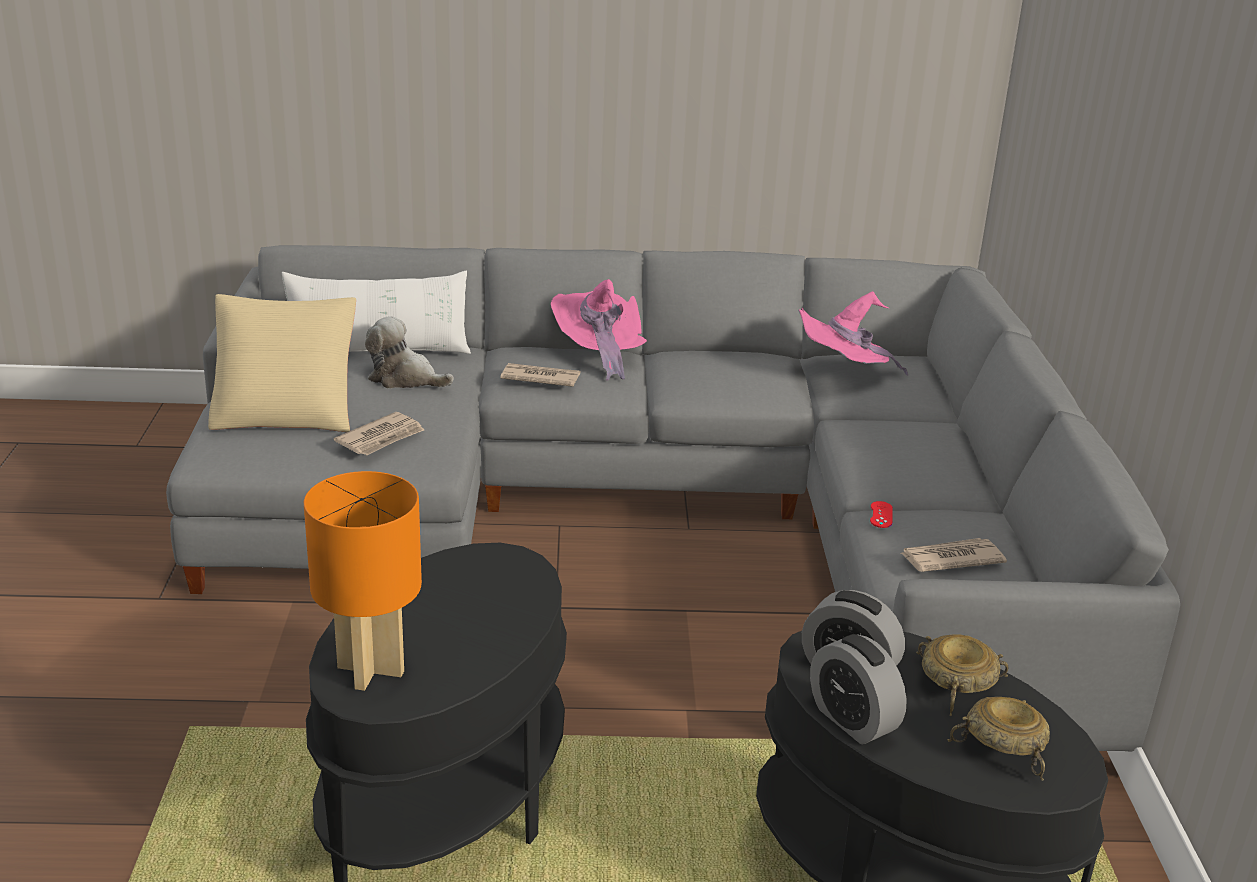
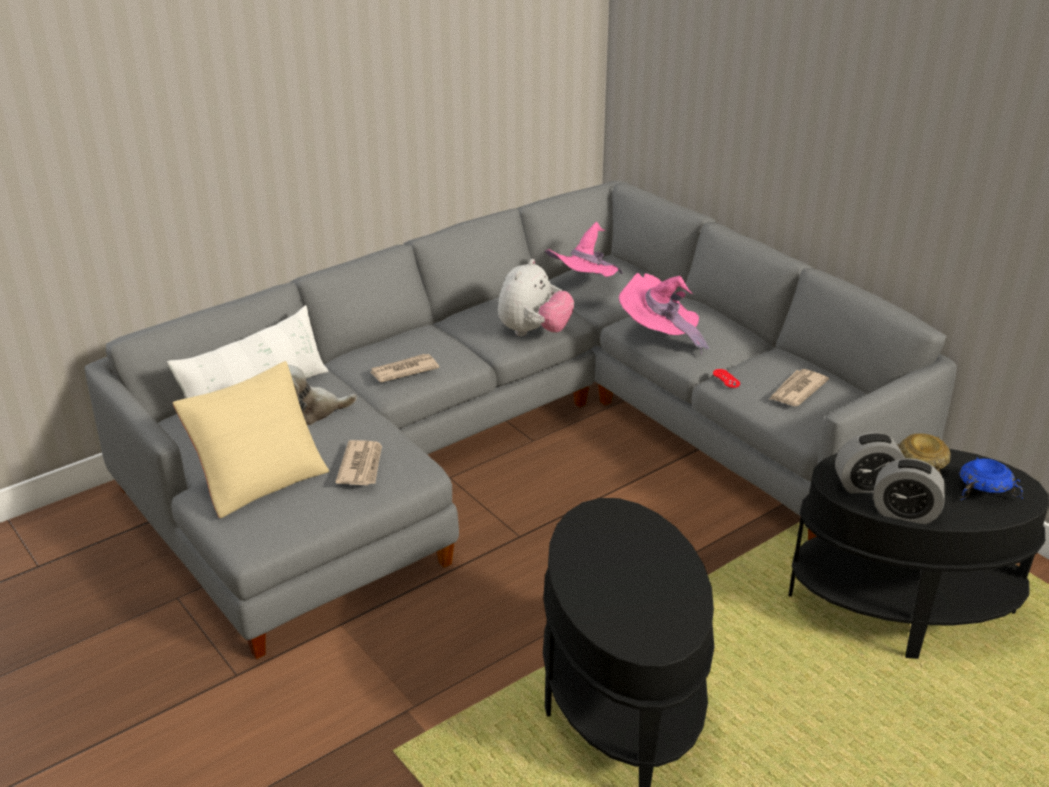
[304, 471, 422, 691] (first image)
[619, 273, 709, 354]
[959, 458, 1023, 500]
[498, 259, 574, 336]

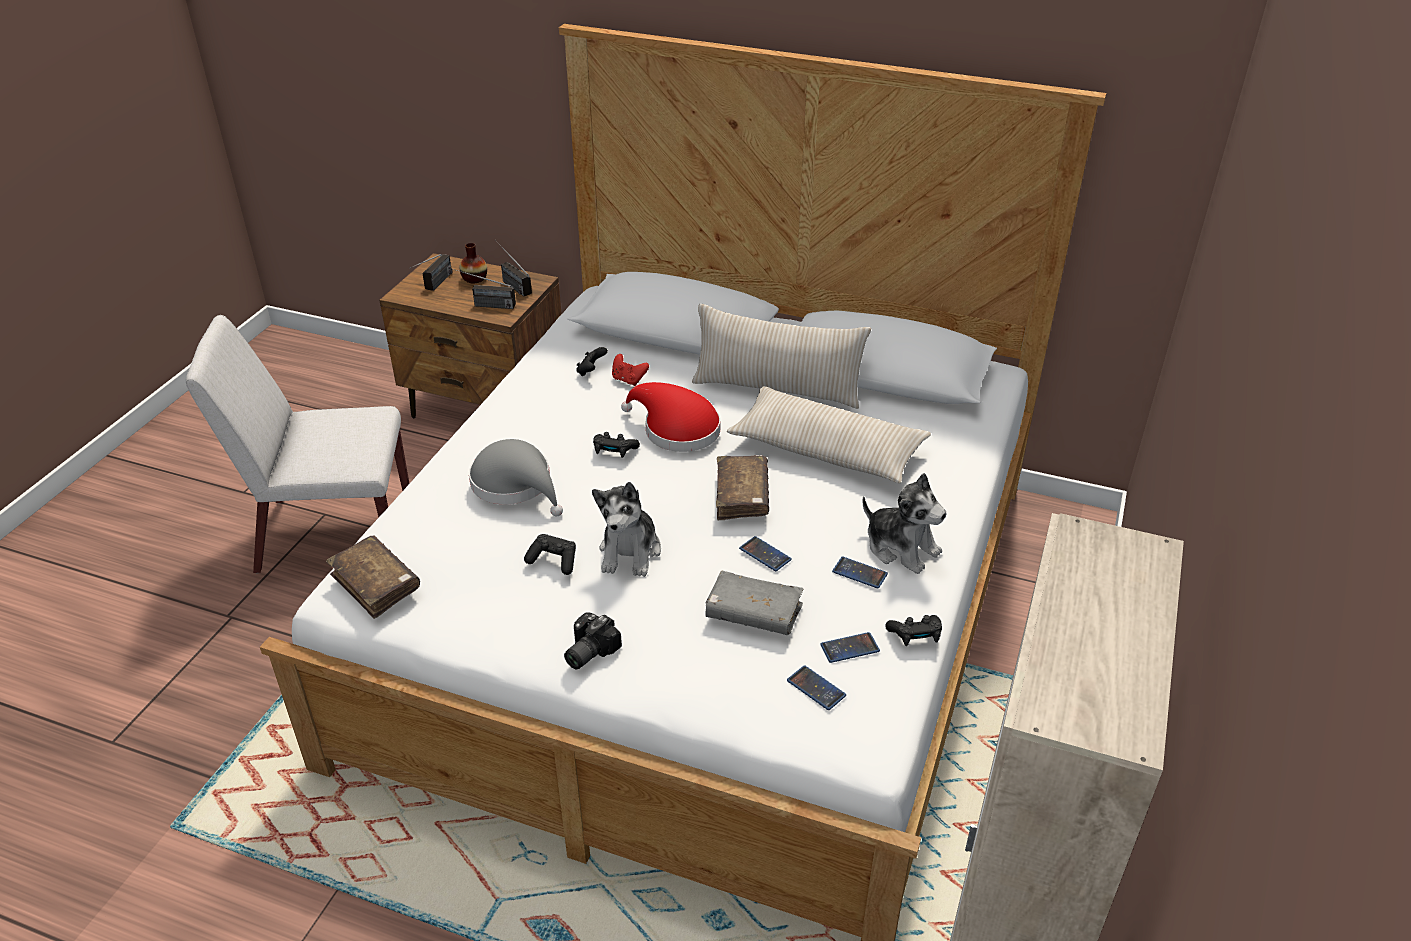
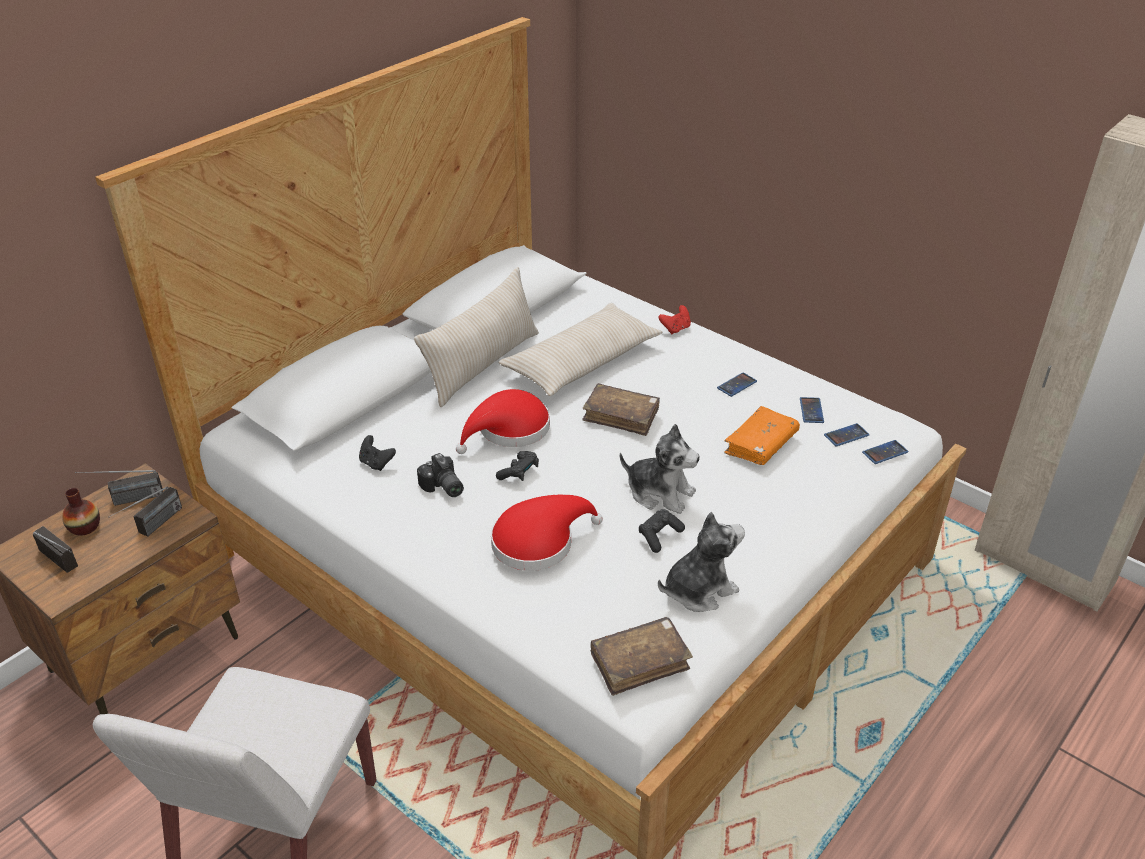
[491, 495, 603, 571]
[417, 453, 464, 497]
[658, 305, 691, 334]
[724, 406, 800, 465]
[862, 440, 908, 464]
[658, 512, 745, 612]
[885, 615, 942, 646] (first image)

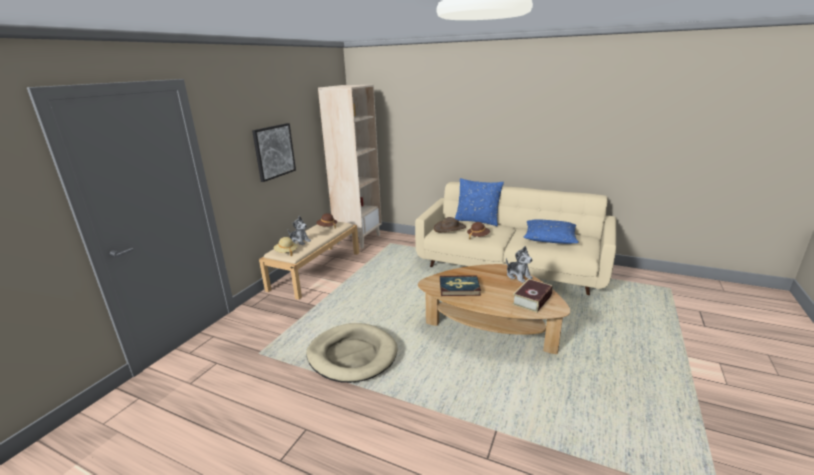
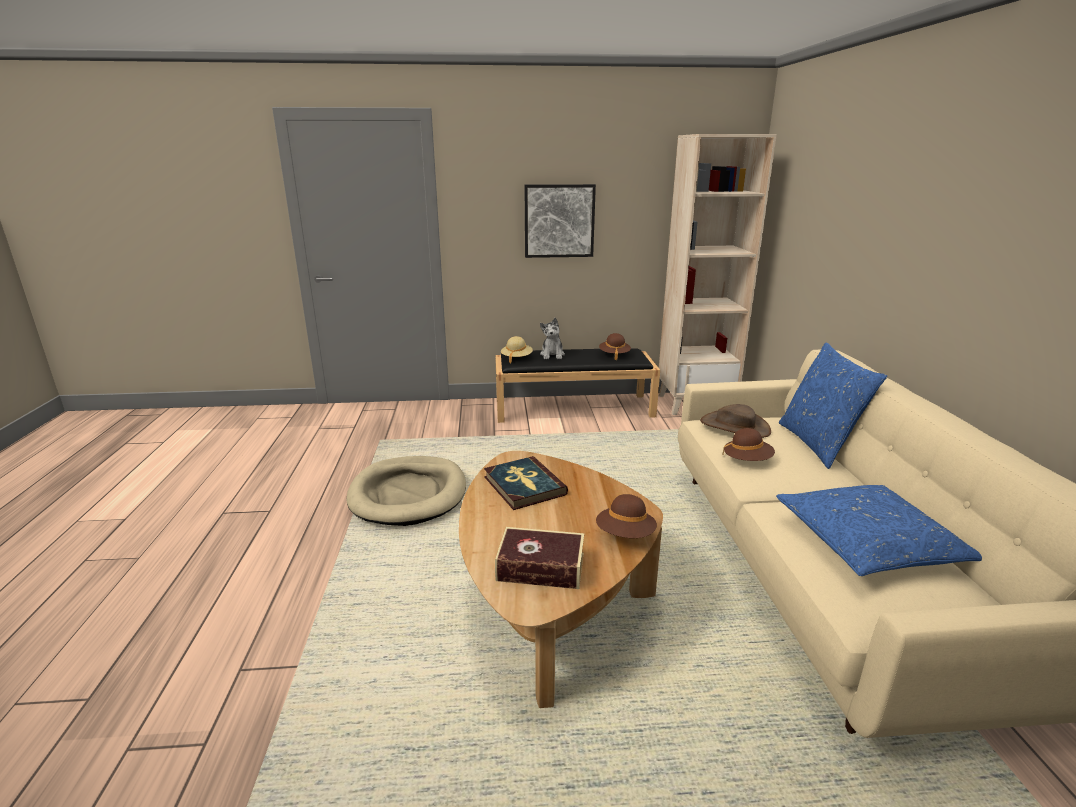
[495, 348, 660, 423]
[596, 494, 657, 538]

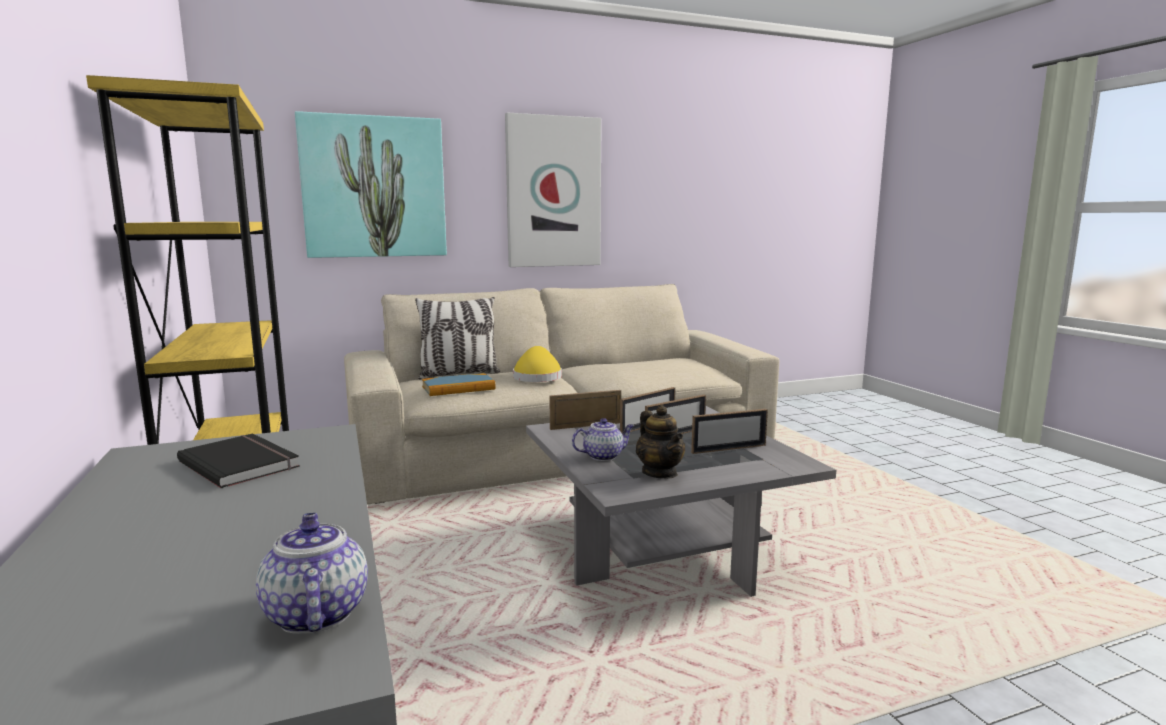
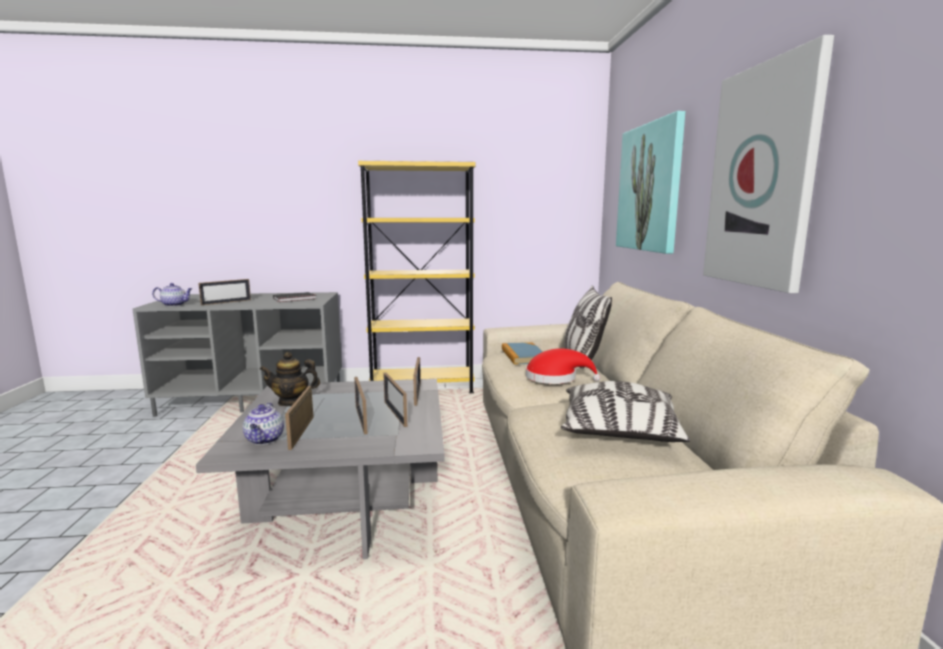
[526, 348, 601, 384]
[243, 402, 284, 445]
[198, 279, 251, 305]
[561, 381, 690, 442]

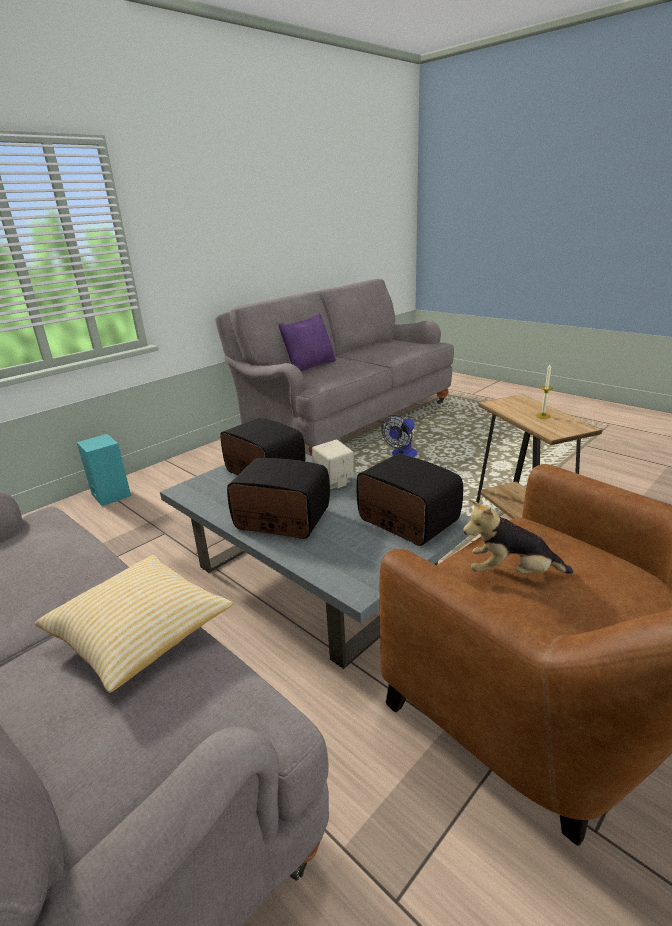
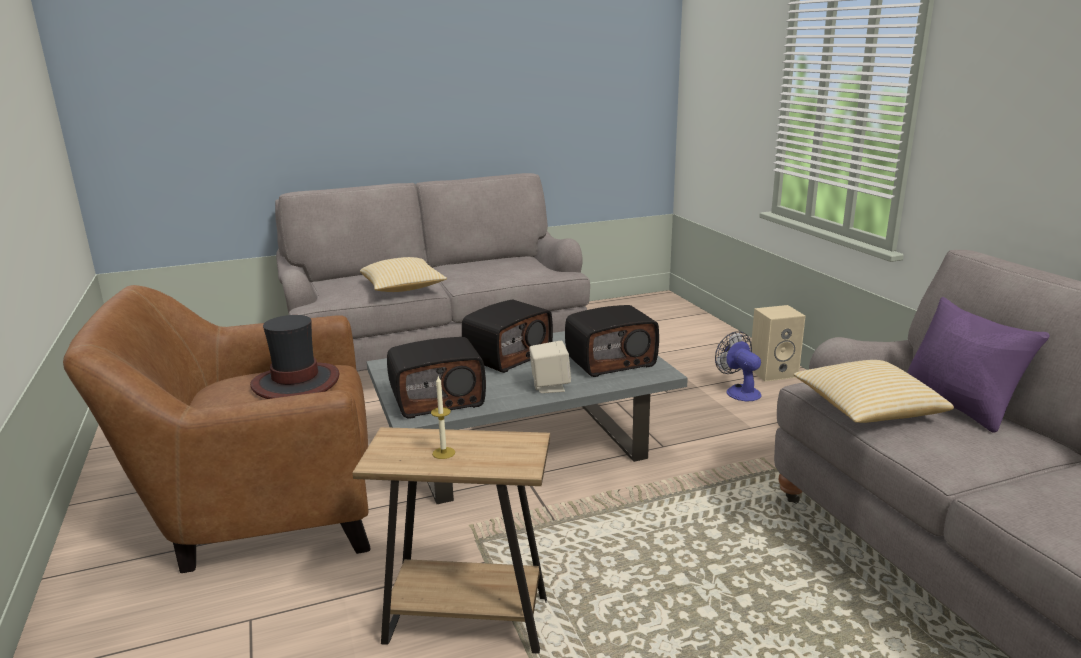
[751, 305, 805, 382]
[715, 331, 761, 401]
[250, 315, 339, 399]
[794, 360, 954, 423]

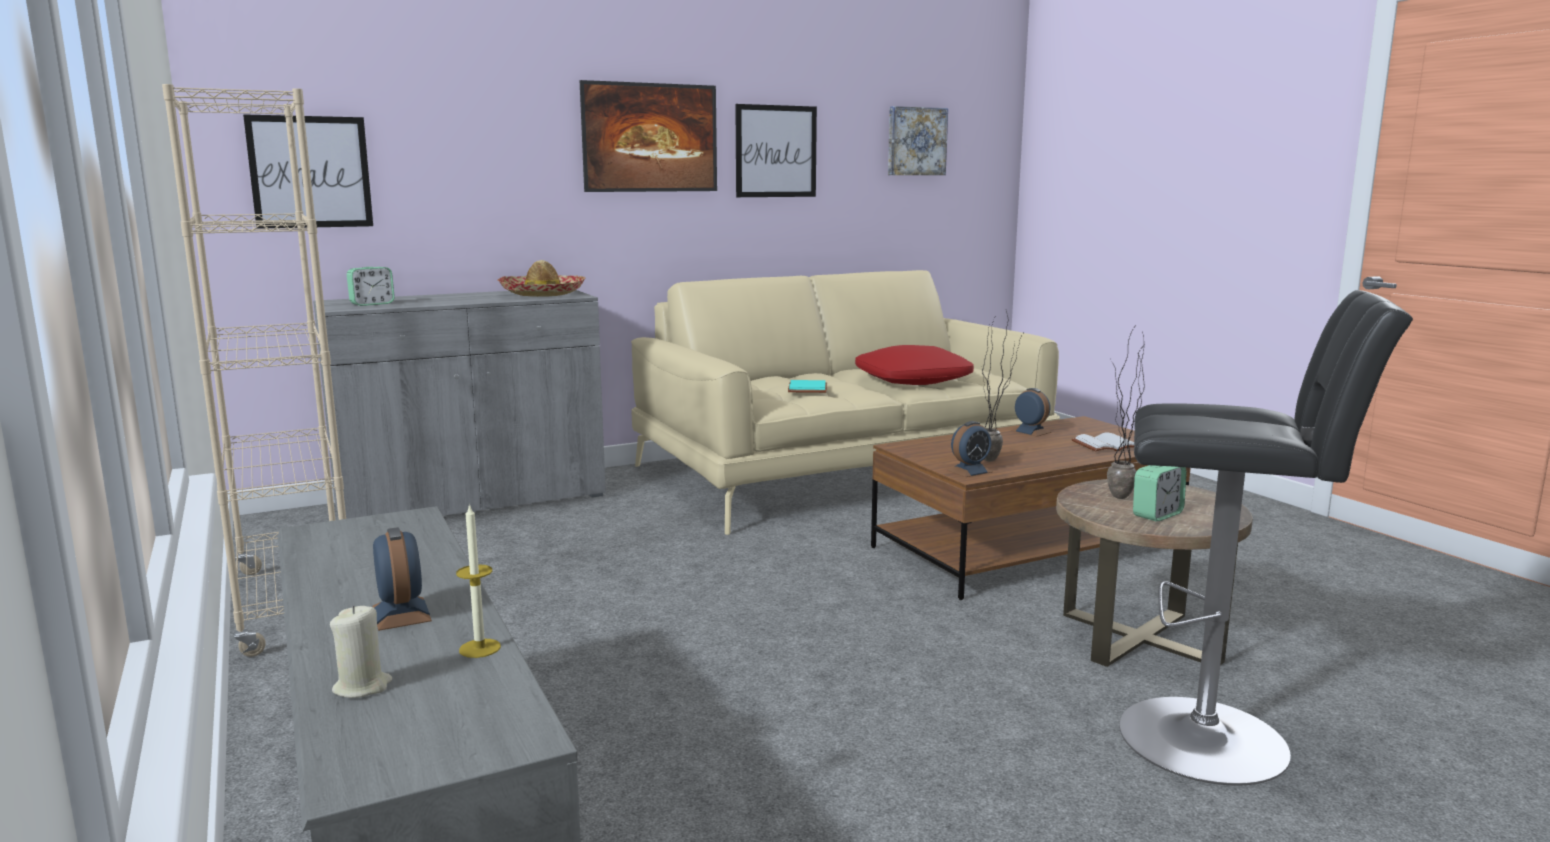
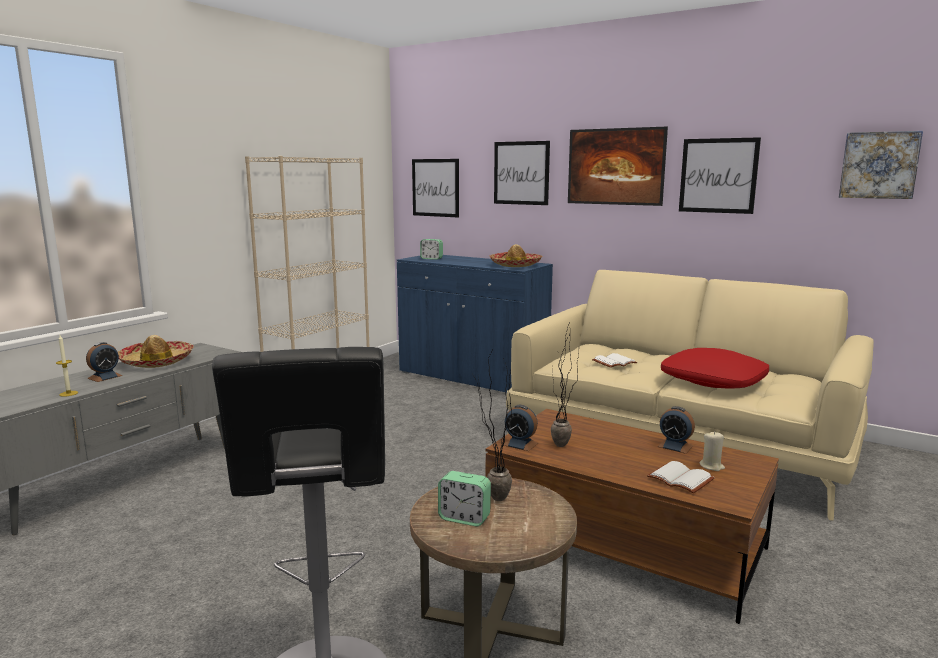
[397, 255, 553, 393]
[699, 431, 725, 471]
[592, 353, 637, 368]
[657, 406, 695, 454]
[118, 335, 194, 368]
[494, 141, 550, 205]

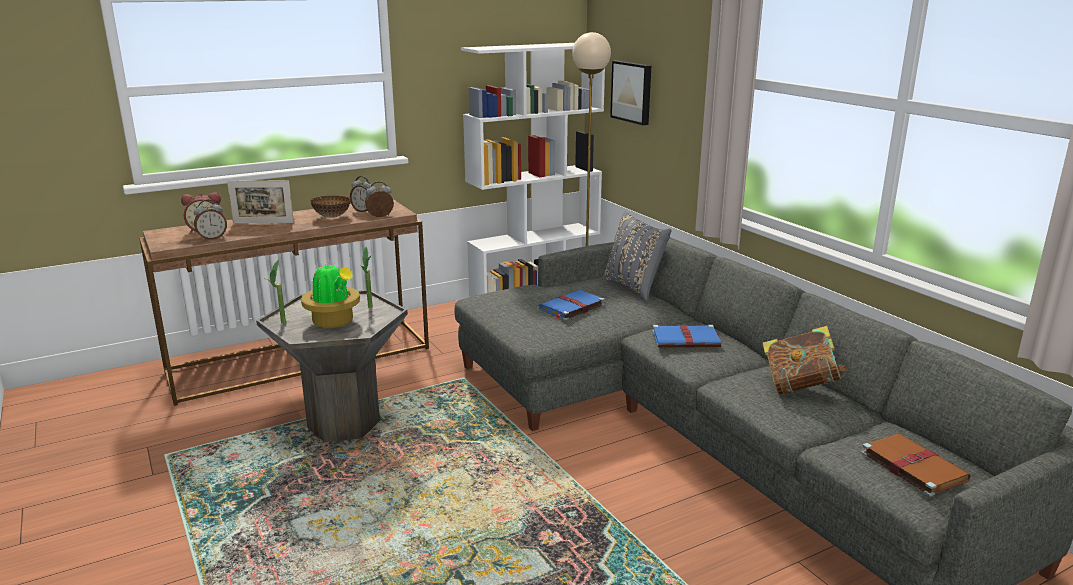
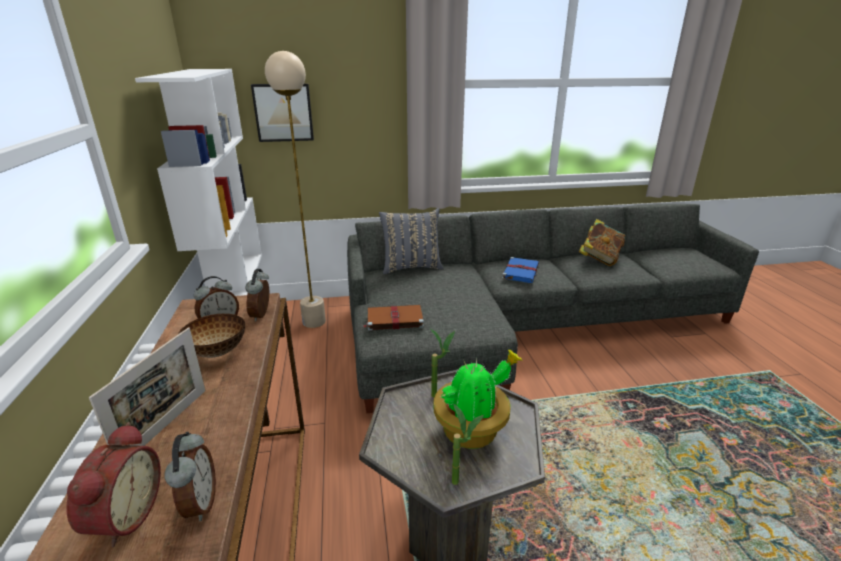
[539, 290, 605, 320] (first image)
[363, 305, 424, 331]

